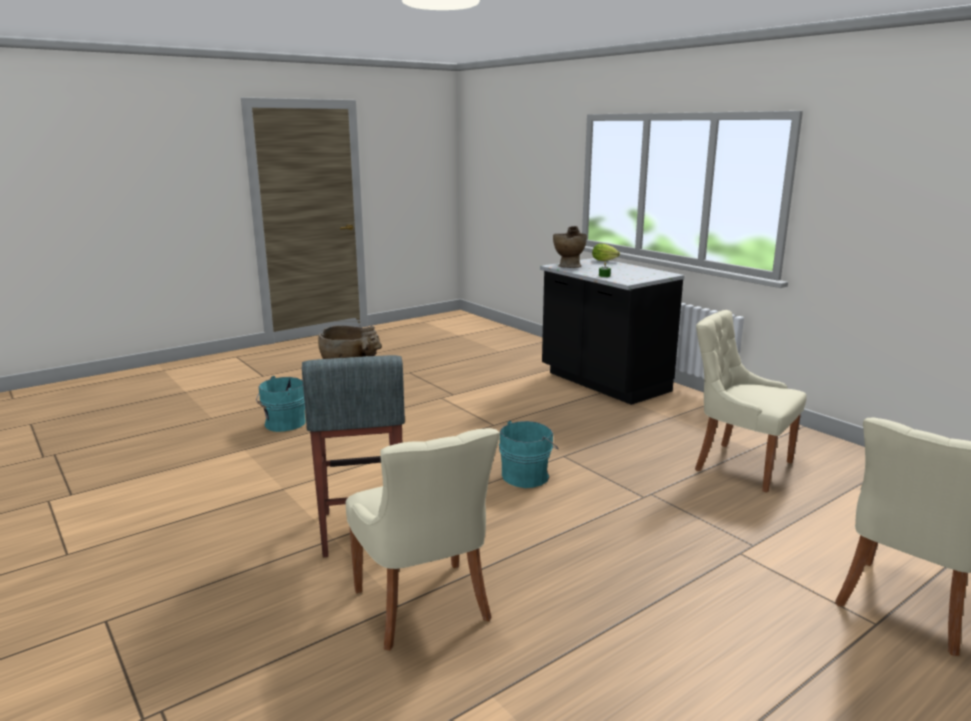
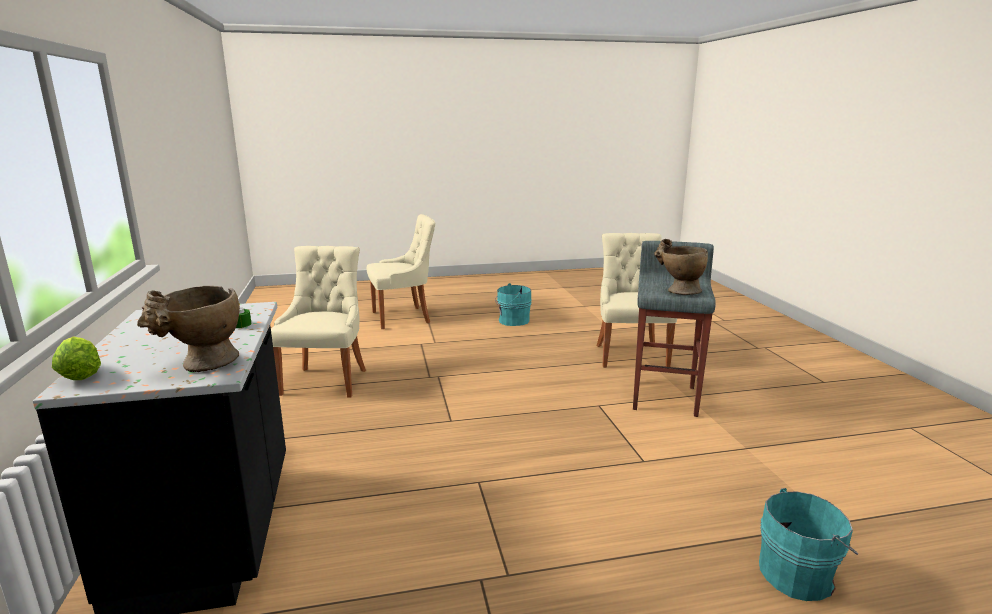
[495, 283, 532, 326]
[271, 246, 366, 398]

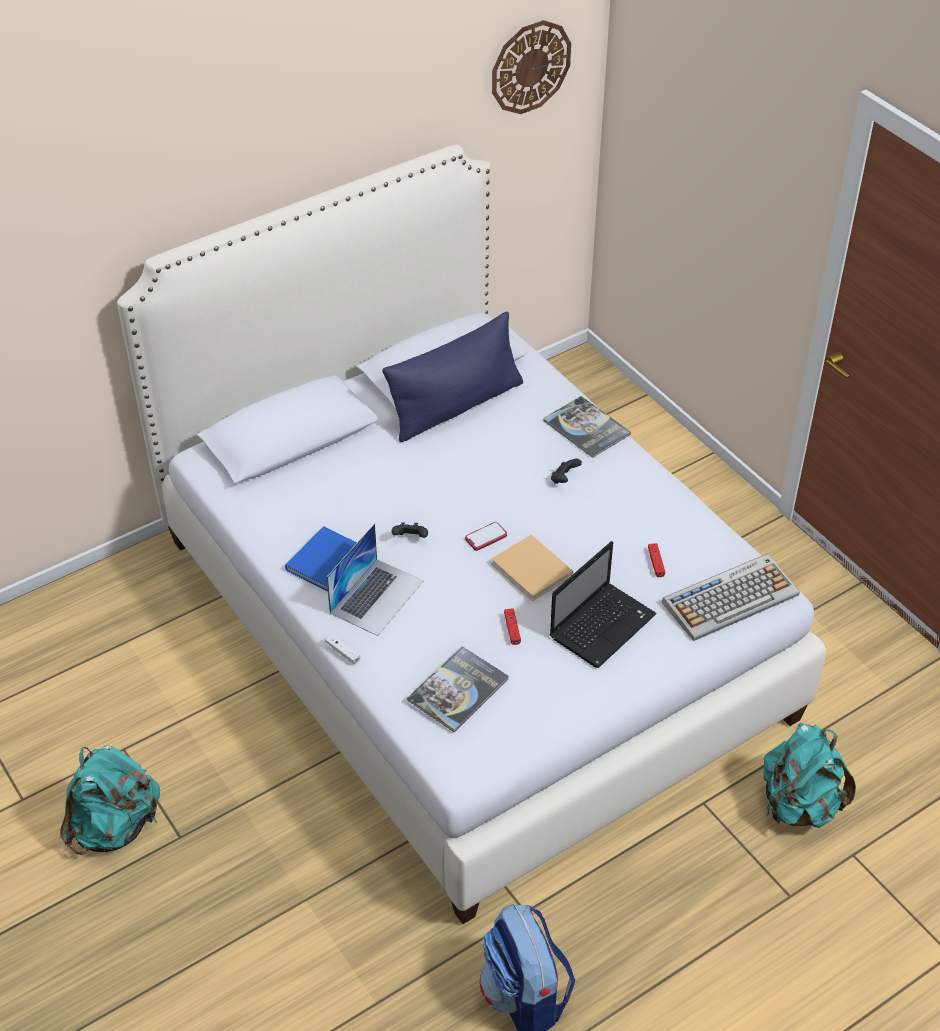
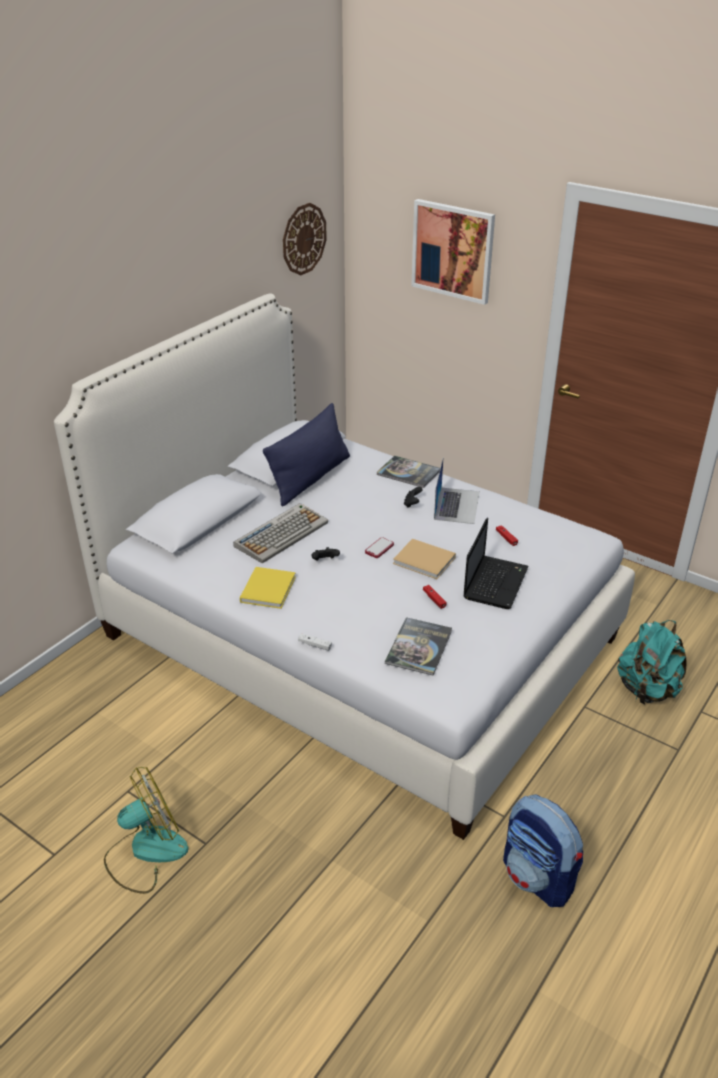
[104, 767, 188, 894]
[240, 567, 296, 609]
[434, 459, 480, 524]
[233, 503, 328, 564]
[411, 199, 495, 305]

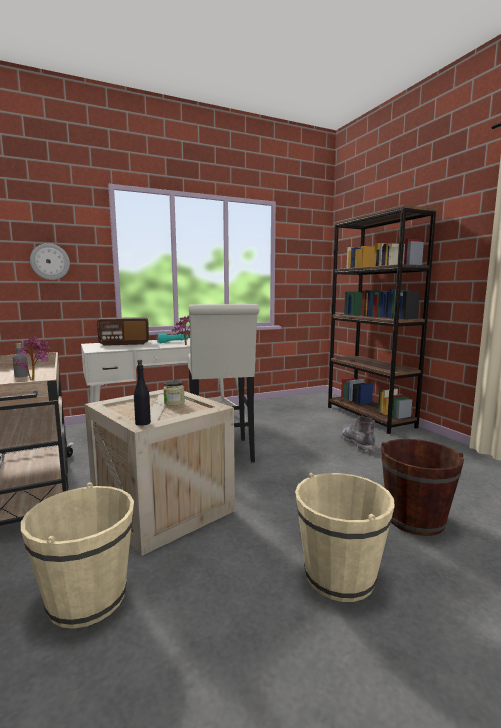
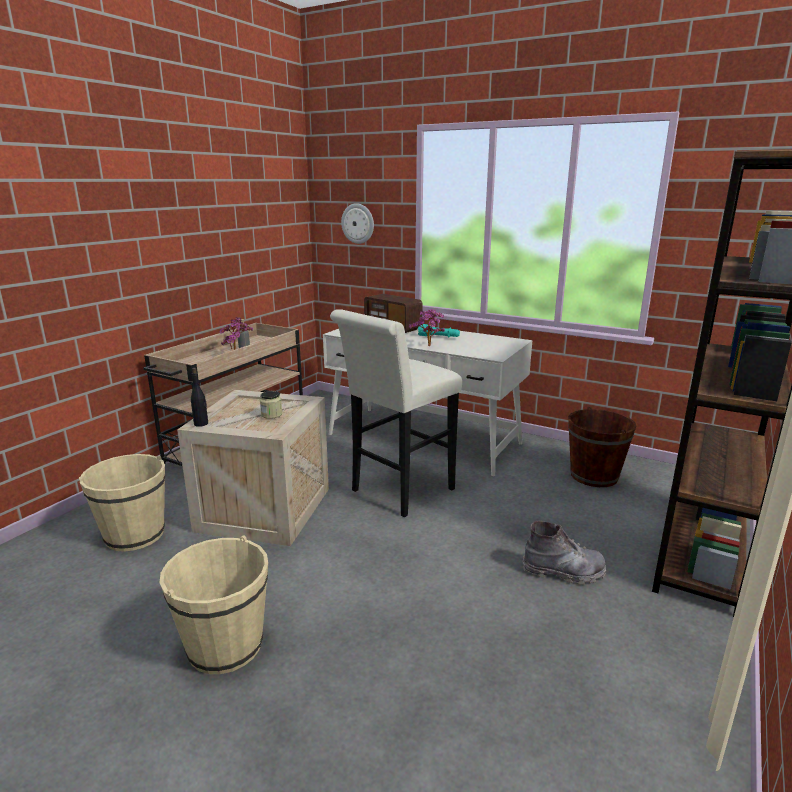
[522, 521, 606, 585]
[568, 407, 636, 487]

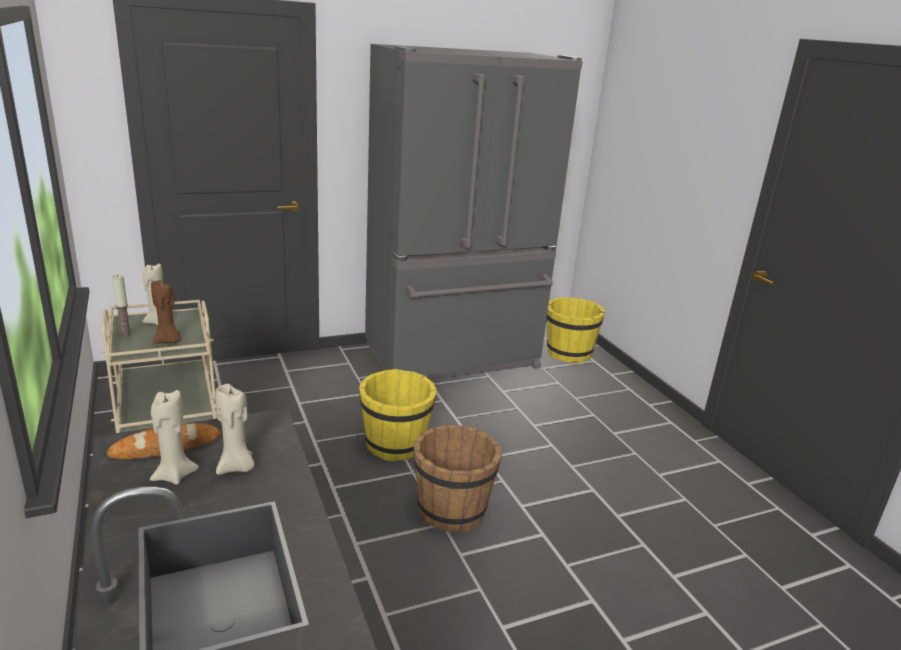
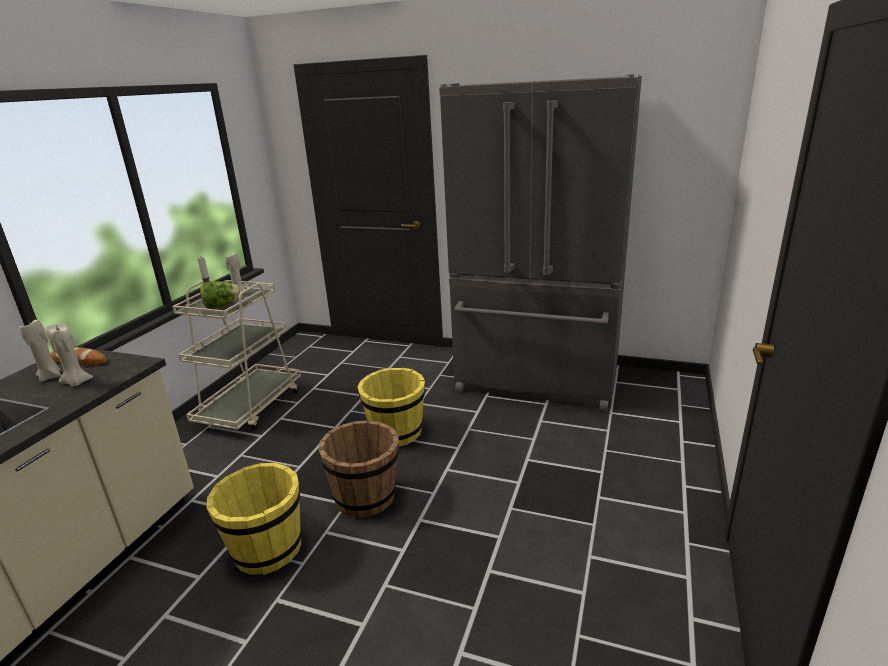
[200, 281, 242, 309]
[206, 463, 302, 575]

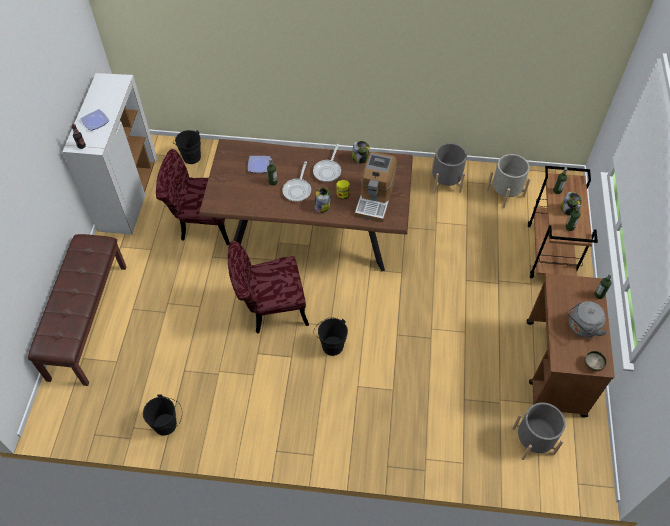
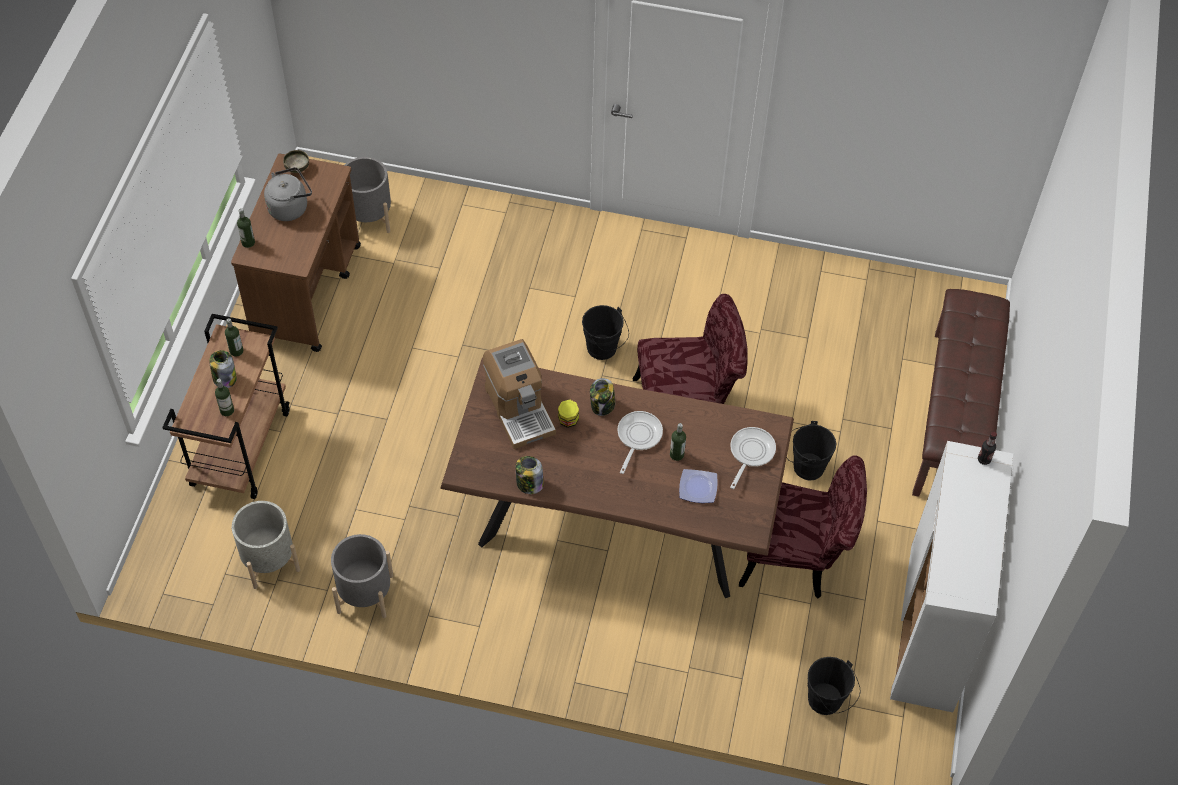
[80, 109, 109, 131] (first image)
[787, 421, 836, 481]
[730, 427, 776, 489]
[483, 339, 556, 449]

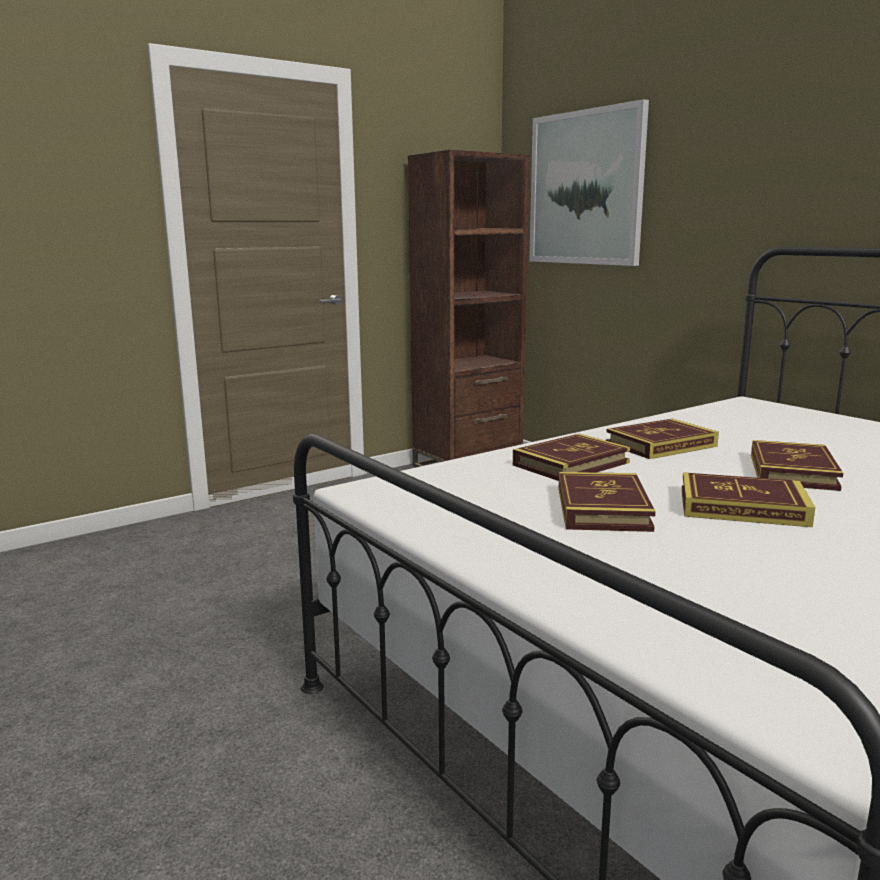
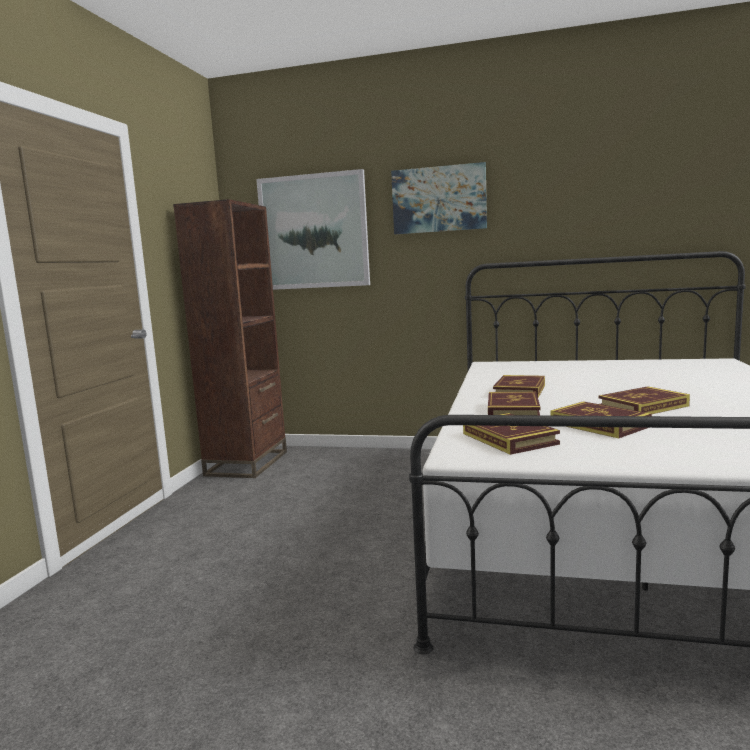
[463, 413, 560, 455]
[391, 162, 487, 234]

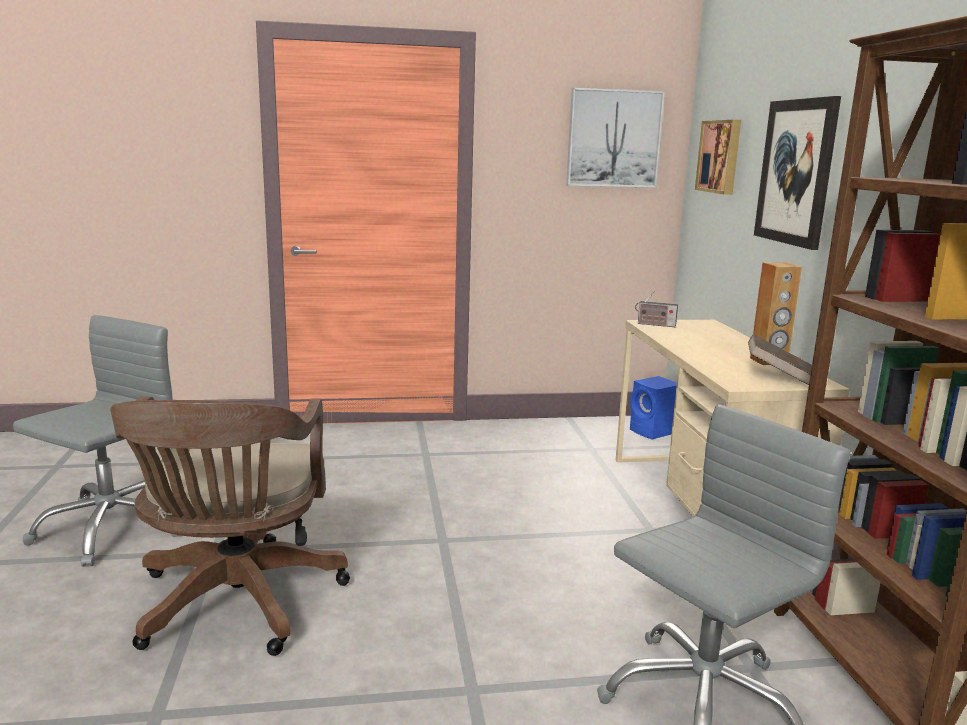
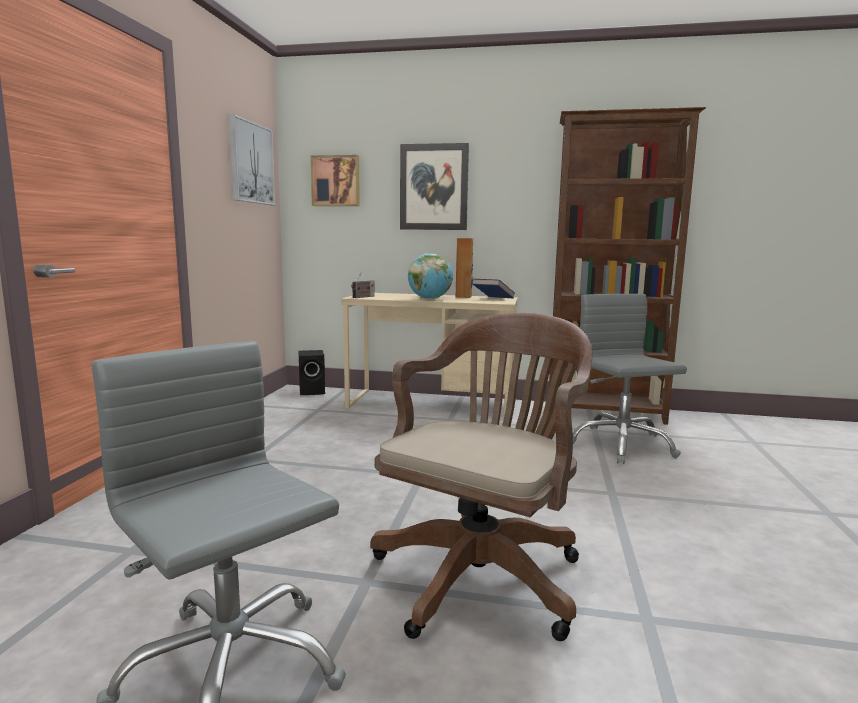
[370, 313, 592, 641]
[299, 350, 325, 395]
[472, 279, 515, 299]
[408, 253, 453, 299]

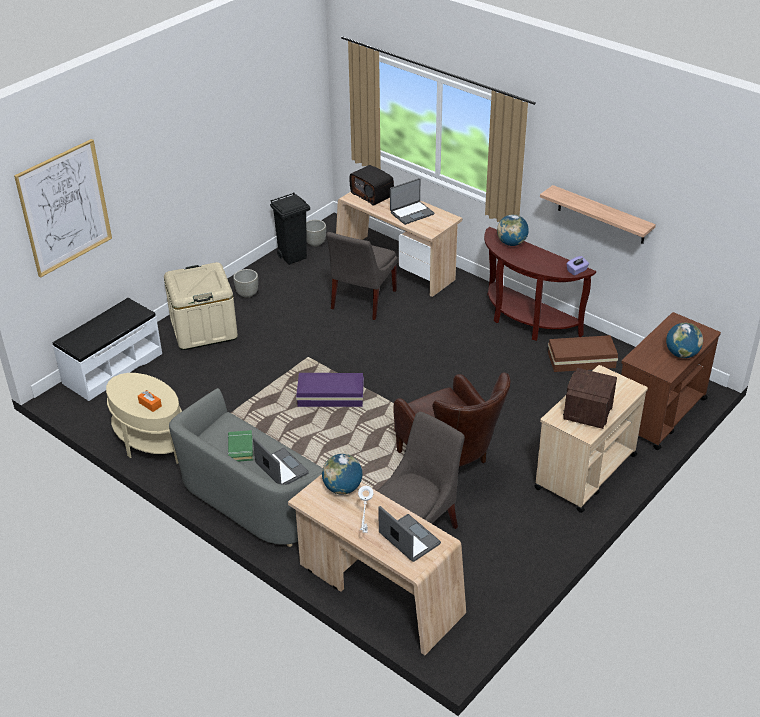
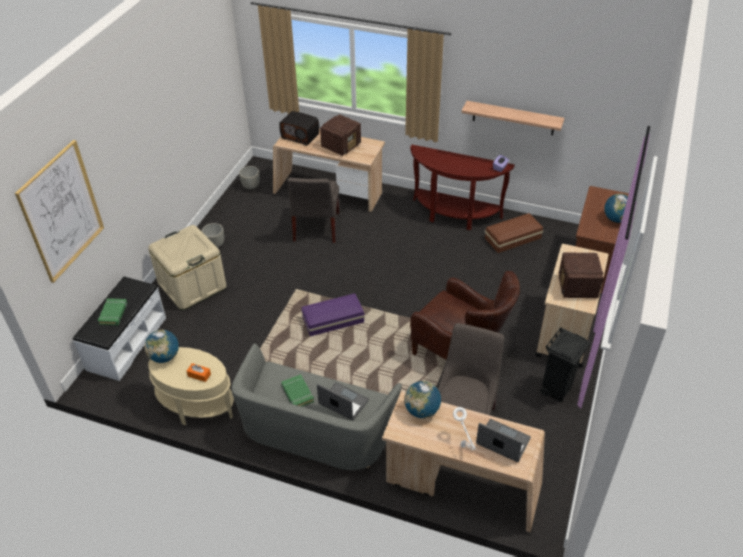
[540, 327, 590, 402]
[320, 114, 361, 156]
[144, 330, 179, 363]
[98, 298, 127, 325]

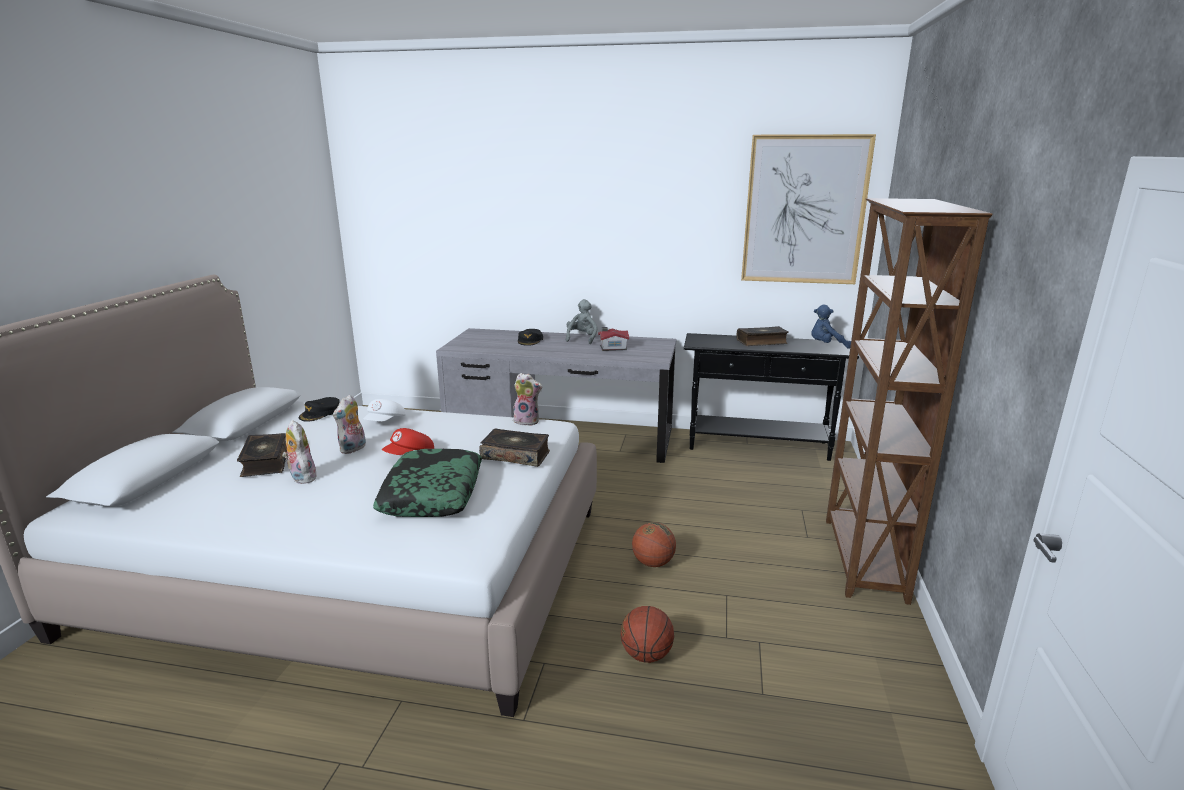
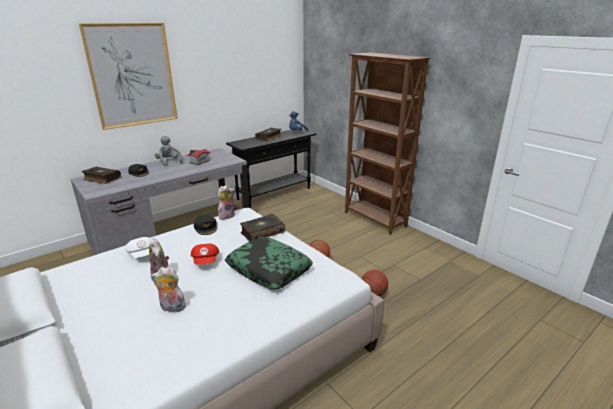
[82, 166, 121, 184]
[194, 215, 217, 235]
[79, 23, 178, 130]

